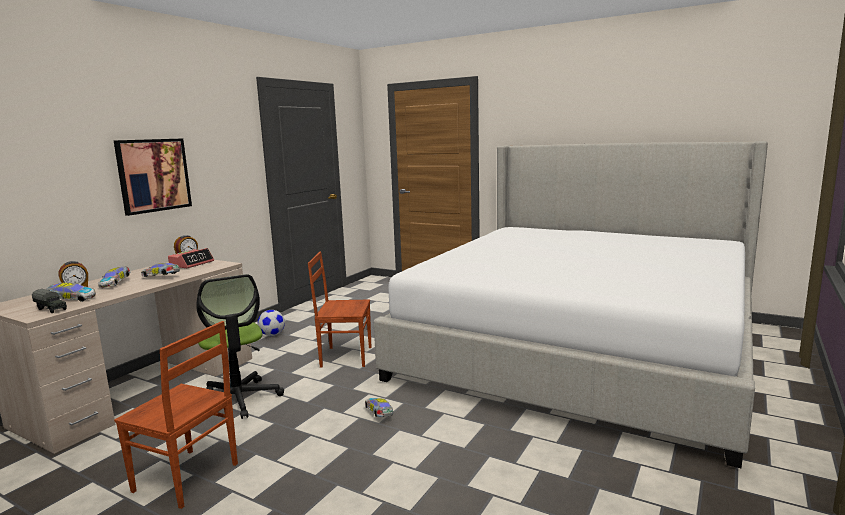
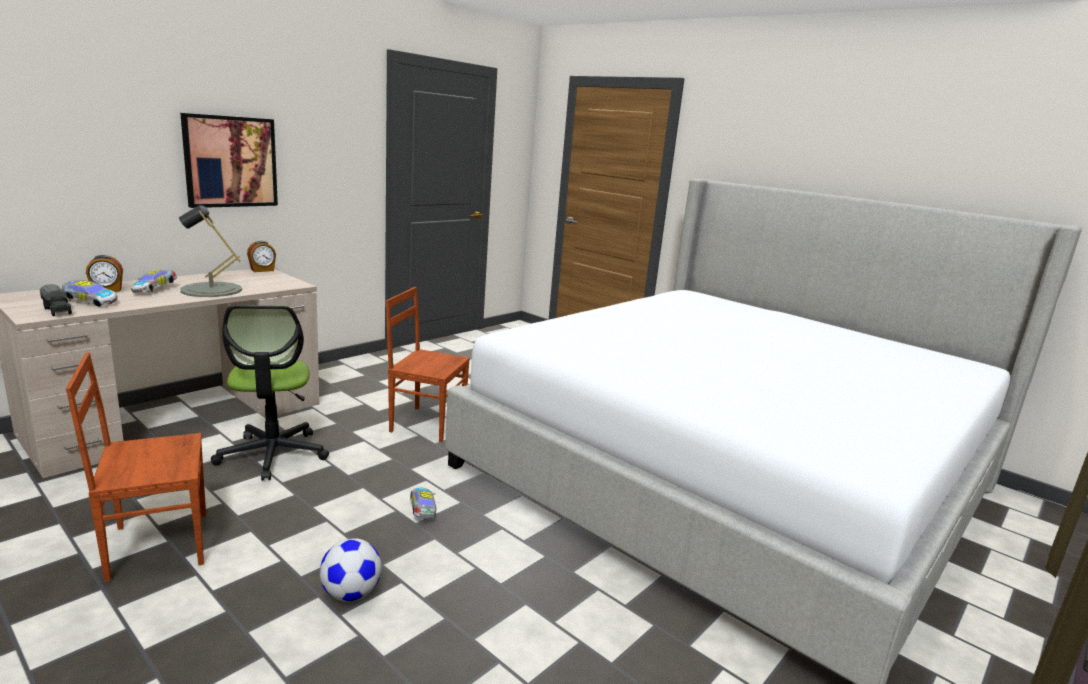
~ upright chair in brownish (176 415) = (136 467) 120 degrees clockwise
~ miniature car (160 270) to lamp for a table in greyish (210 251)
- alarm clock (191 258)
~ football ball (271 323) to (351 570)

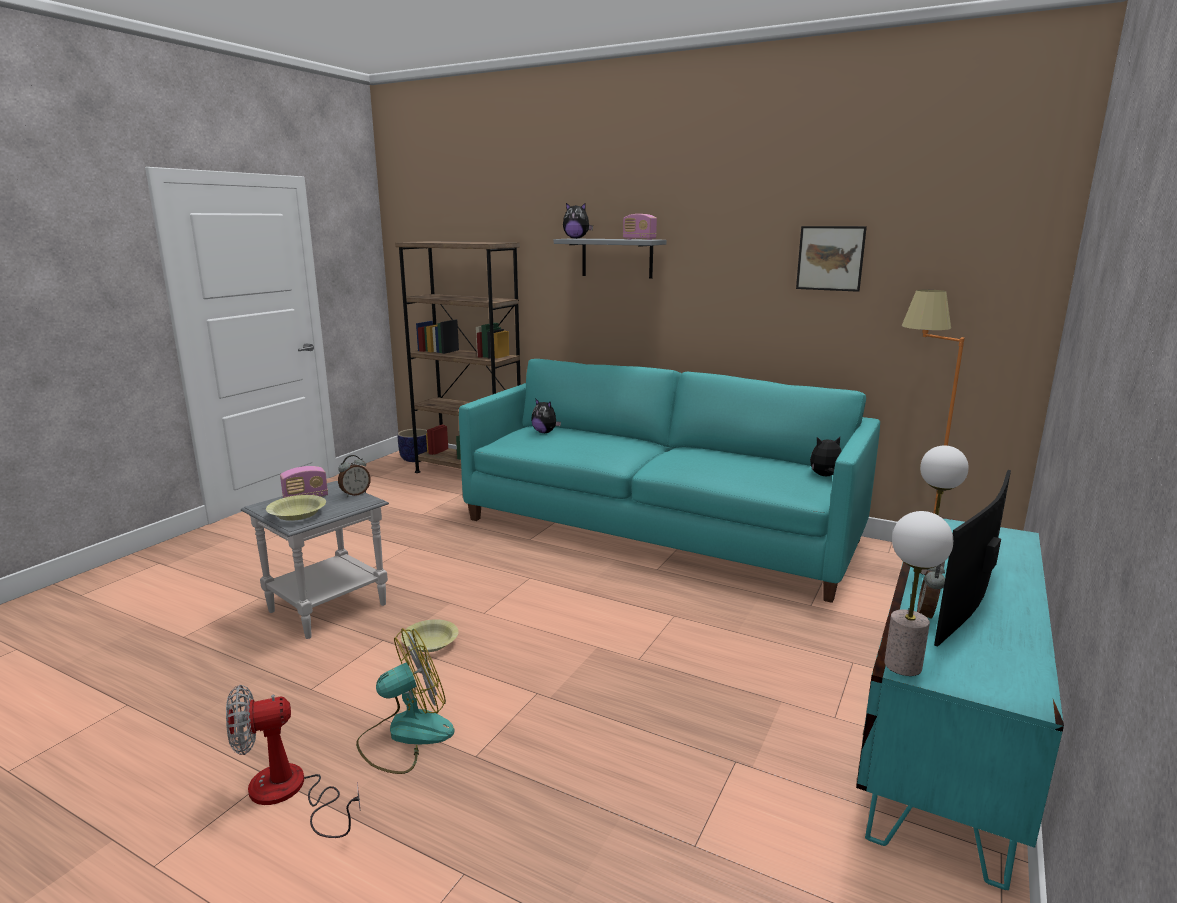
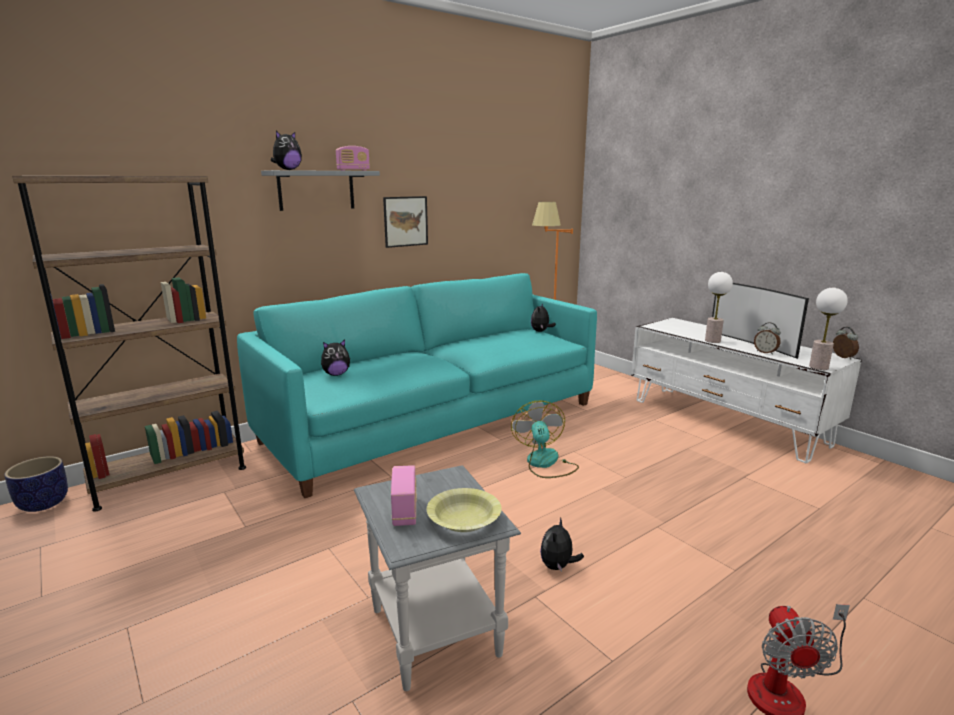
~ alarm clock (354 476) to (846 343)
~ fan (405 701) to (545 439)
~ serving bowl in yellow-coloured (430 635) to soft toy (562 544)
~ wall picture (831 259) to (405 222)
~ media console in turquoise-coloured (960 703) to media console in white (746 390)

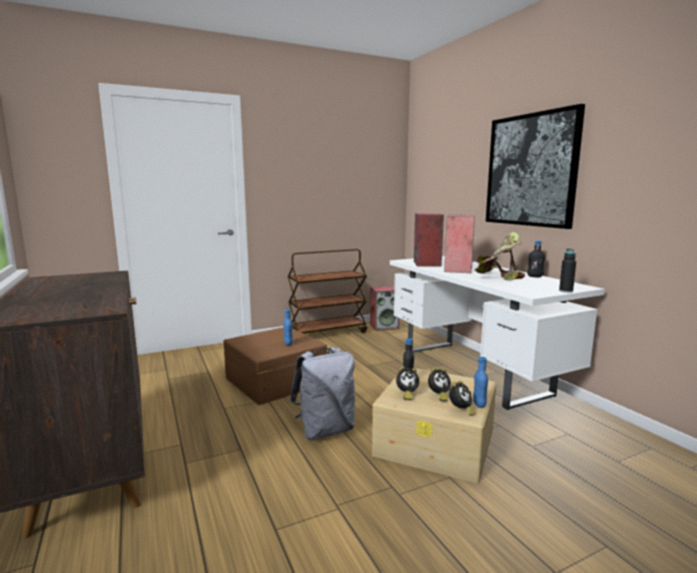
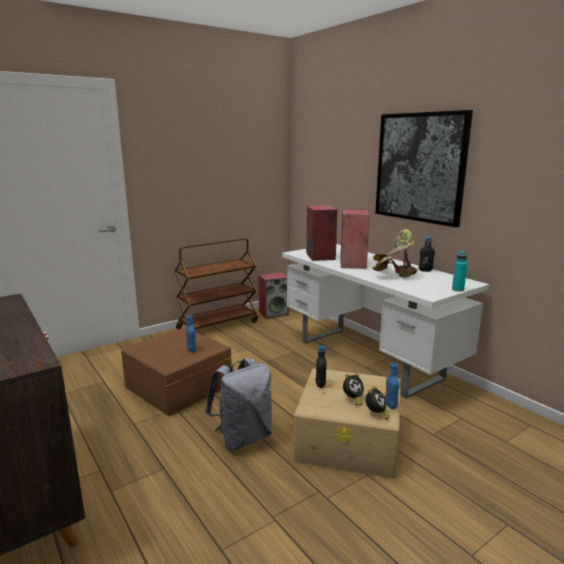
- alarm clock (407 383)
~ drink bottle in black (567 271) to drink bottle in turquoise-coloured (459 271)

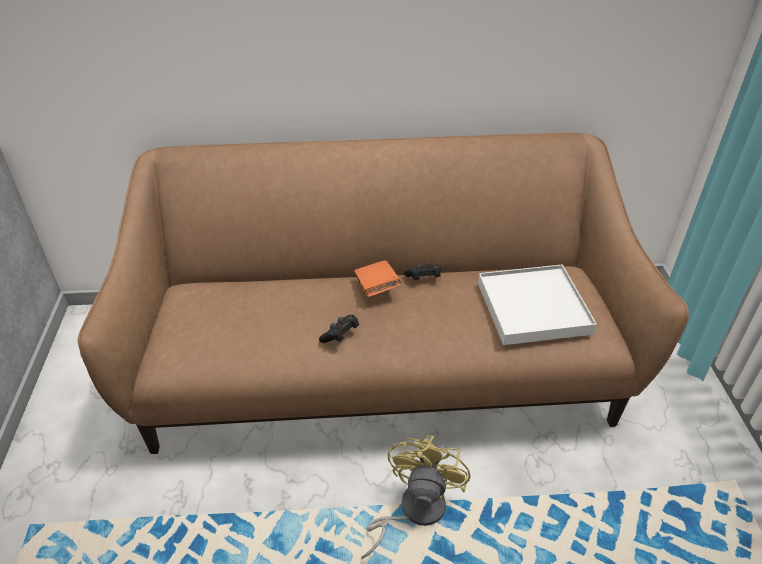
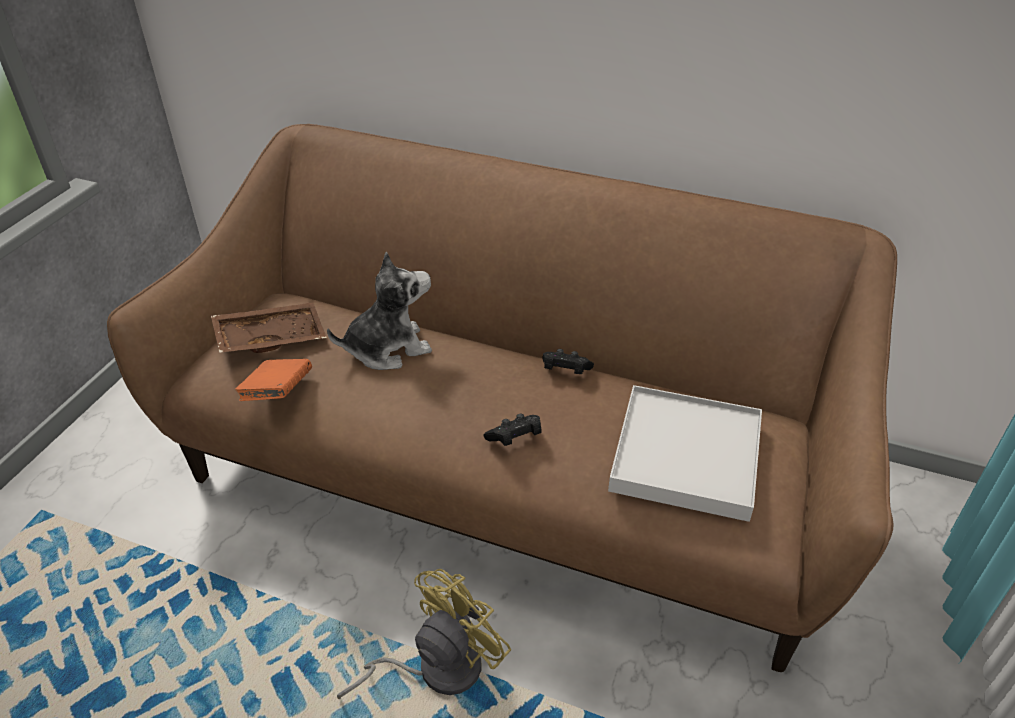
~ gamepad in black (339 329) to (513 430)
~ book in orange-coloured (378 278) to (273 380)
+ carrying tray in brownish (269 327)
+ soft toy (379 311)

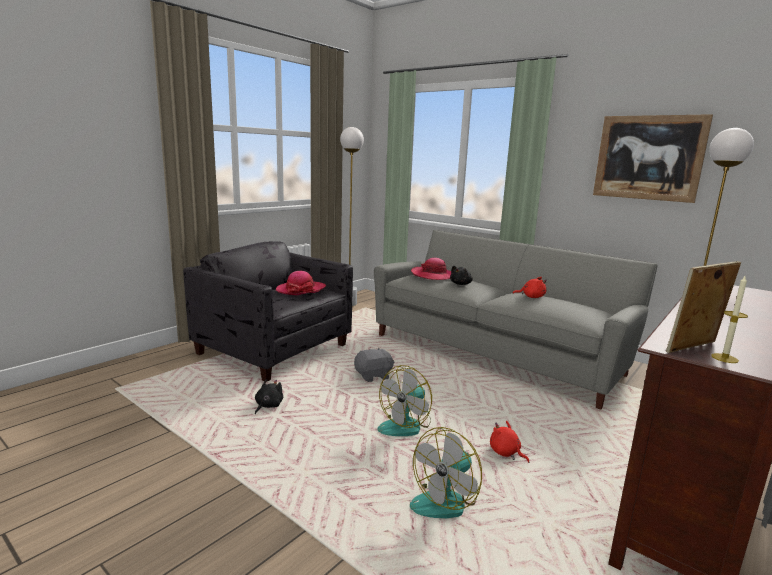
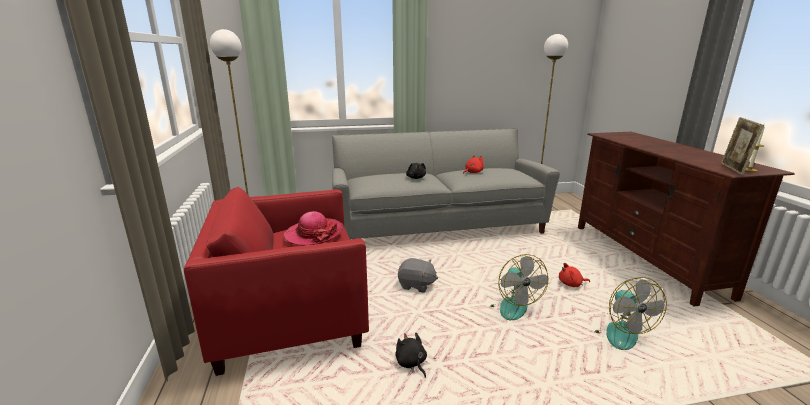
~ easy chair in greyish (268 311) to easy chair in red-coloured (276 281)
~ soft toy in greyish (374 364) = (418 275) 90 degrees clockwise
- clothing hat (431 269)
- wall picture (653 158)

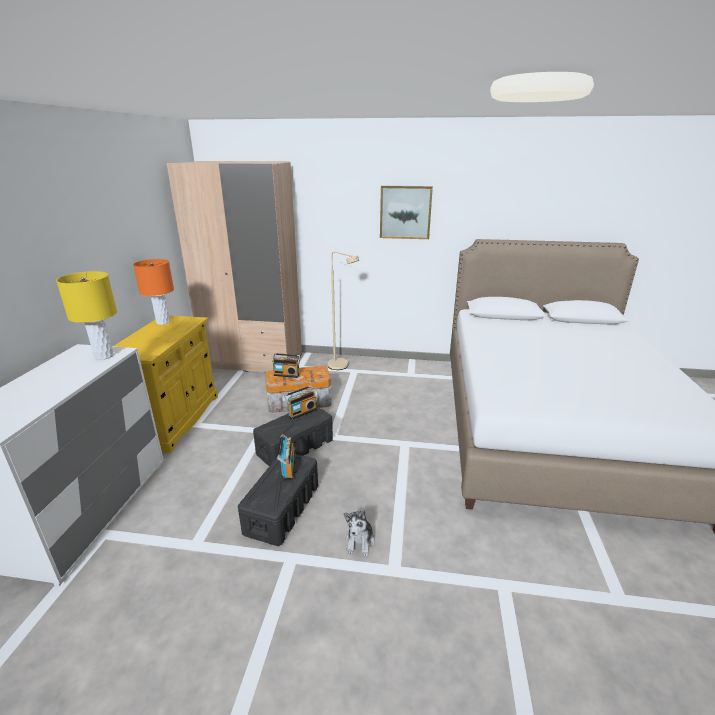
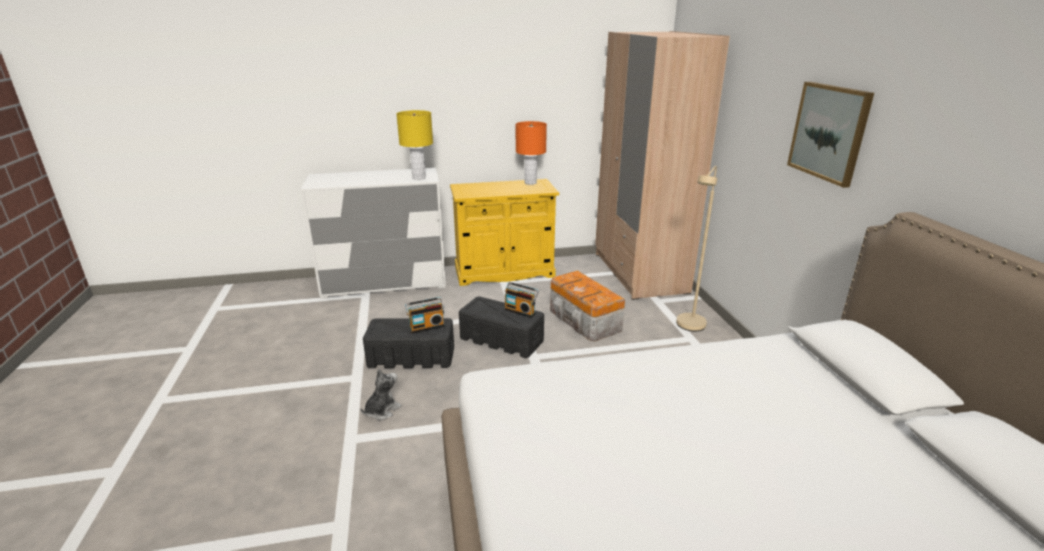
- radio (286 365)
~ soft toy (359 533) = (380 394) 135 degrees clockwise

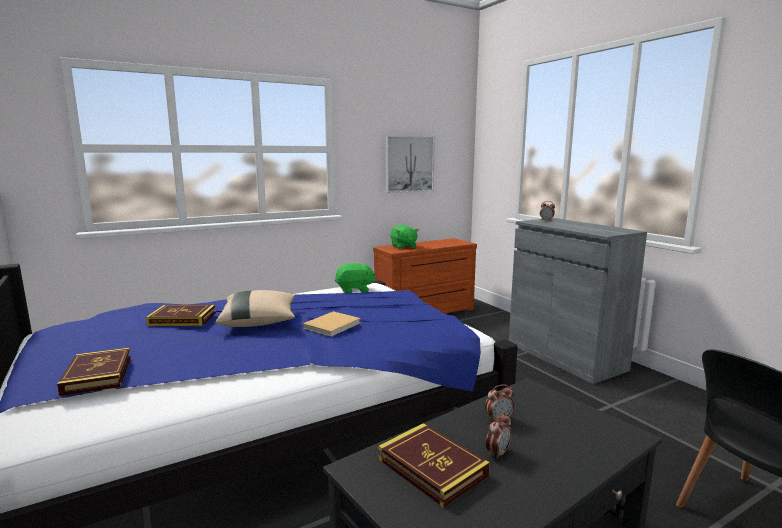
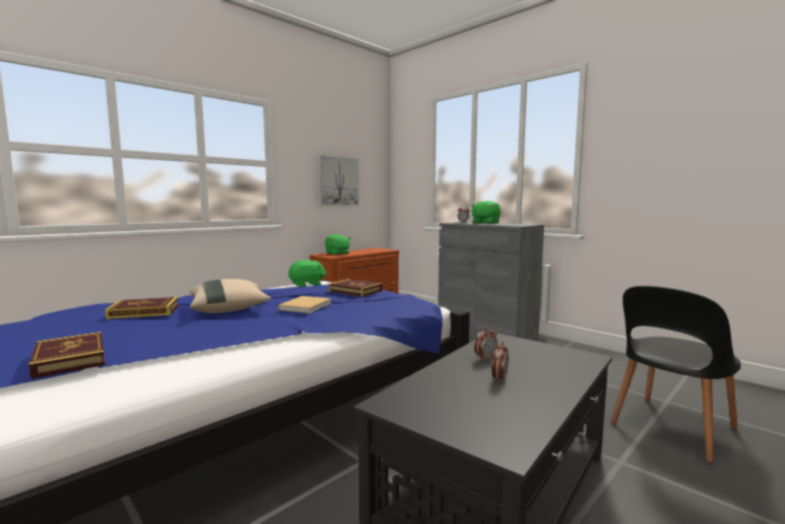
~ book (434 465) to (355 288)
+ soft toy in green-coloured (486 212)

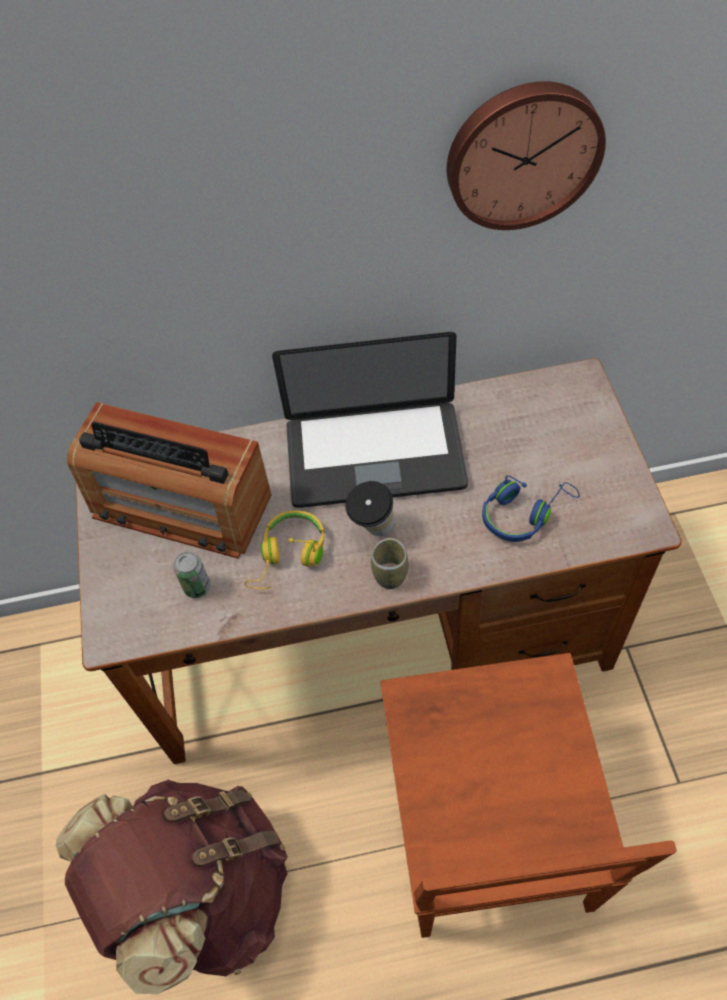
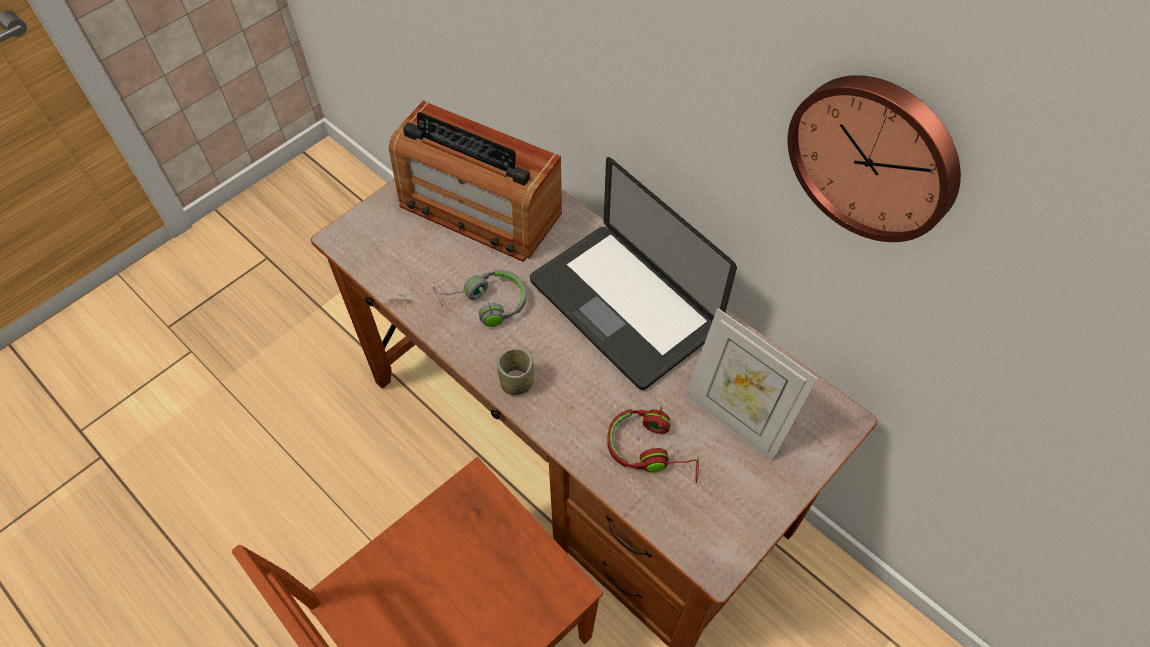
- backpack in brownish (172 887)
~ radio (169 480) = (475 181) 45 degrees counterclockwise
- sealed can (192 575)
~ headphones in yellow-coloured (285 550) to headphones in greyish (480 298)
- small cup (370 508)
~ headphones in bluish (530 508) to headphones in red-coloured (653 445)
+ photo frame (752 384)

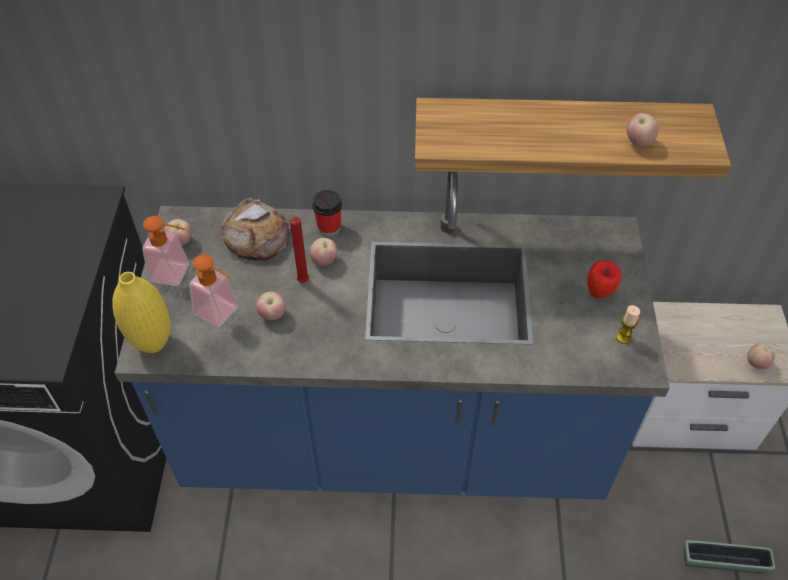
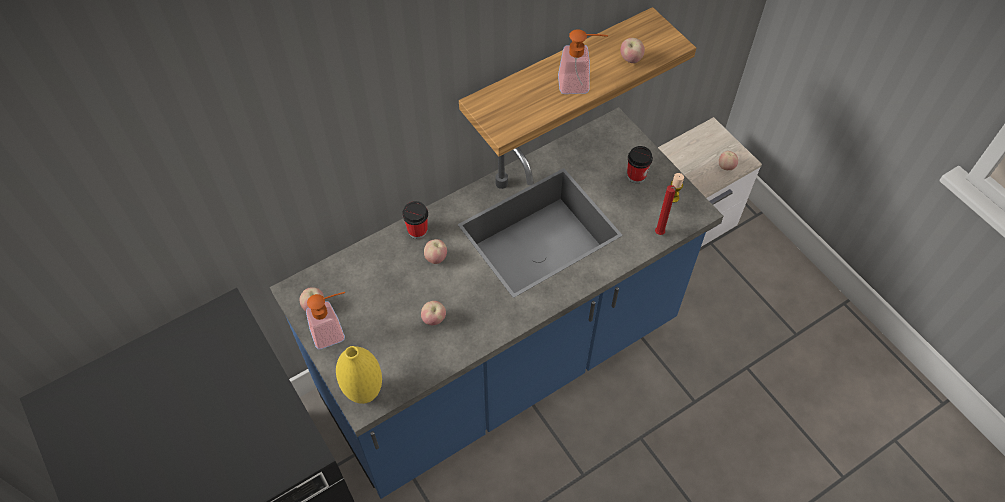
~ soap dispenser (213 290) to (583 61)
- baked bread (255 229)
~ wax candle in red-coloured (298 250) to (665 210)
~ whole apple (604 279) to small cup (640 164)
- flower pot (729 556)

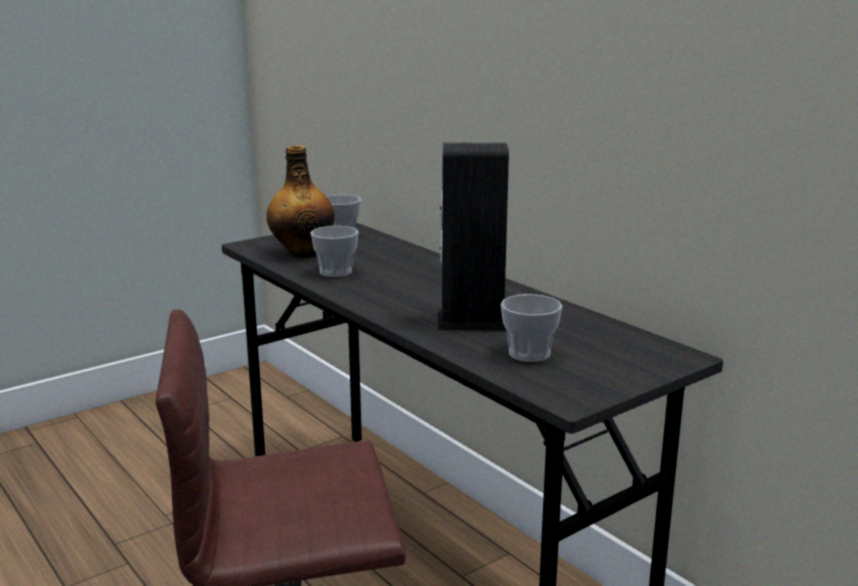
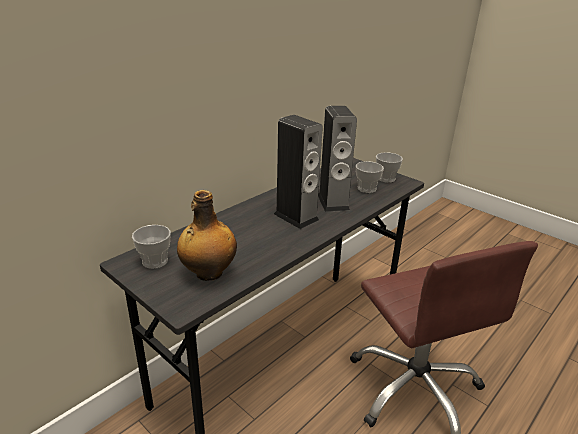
~ small cup (335 251) to (389 167)
+ loudspeaker (298 172)

